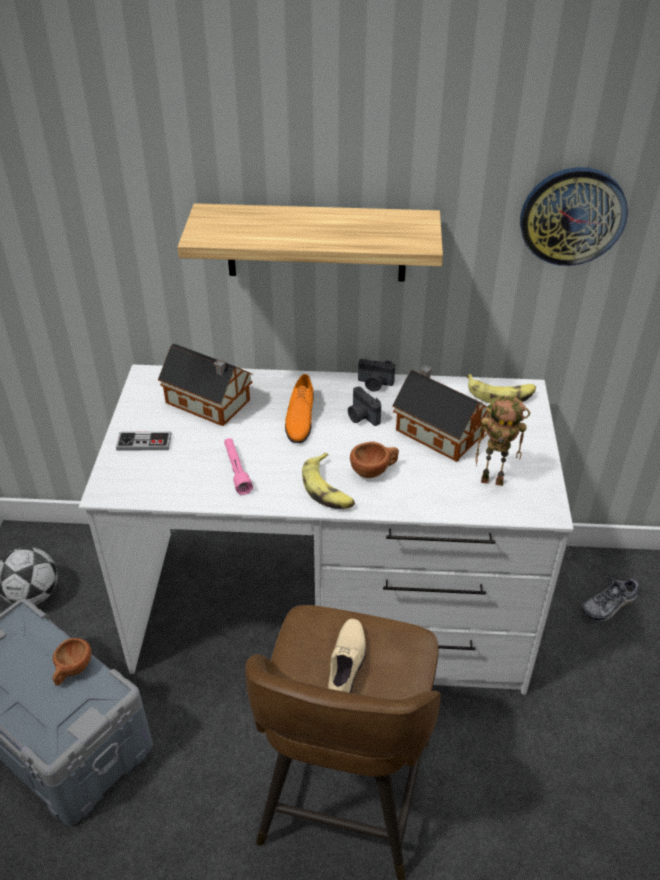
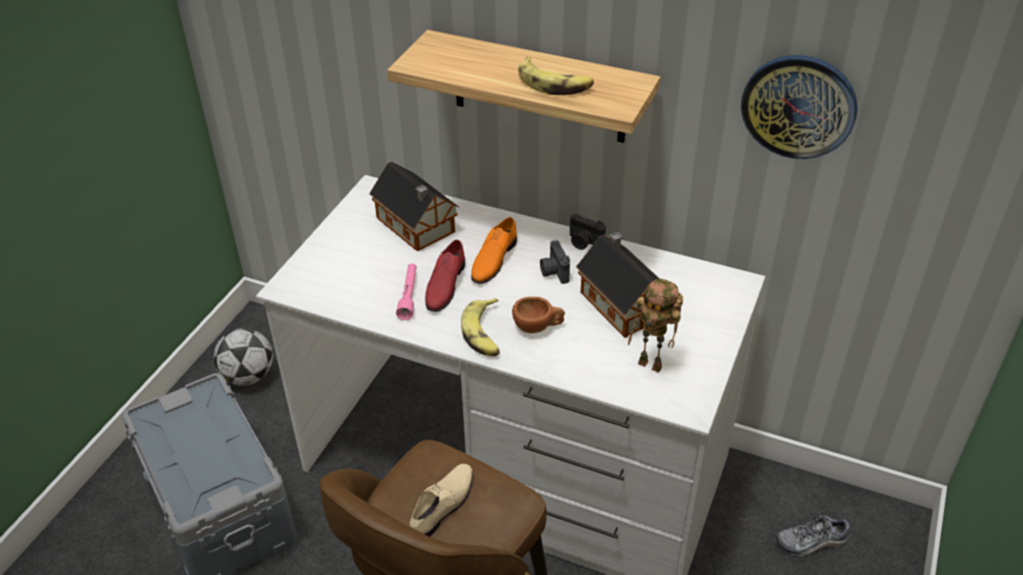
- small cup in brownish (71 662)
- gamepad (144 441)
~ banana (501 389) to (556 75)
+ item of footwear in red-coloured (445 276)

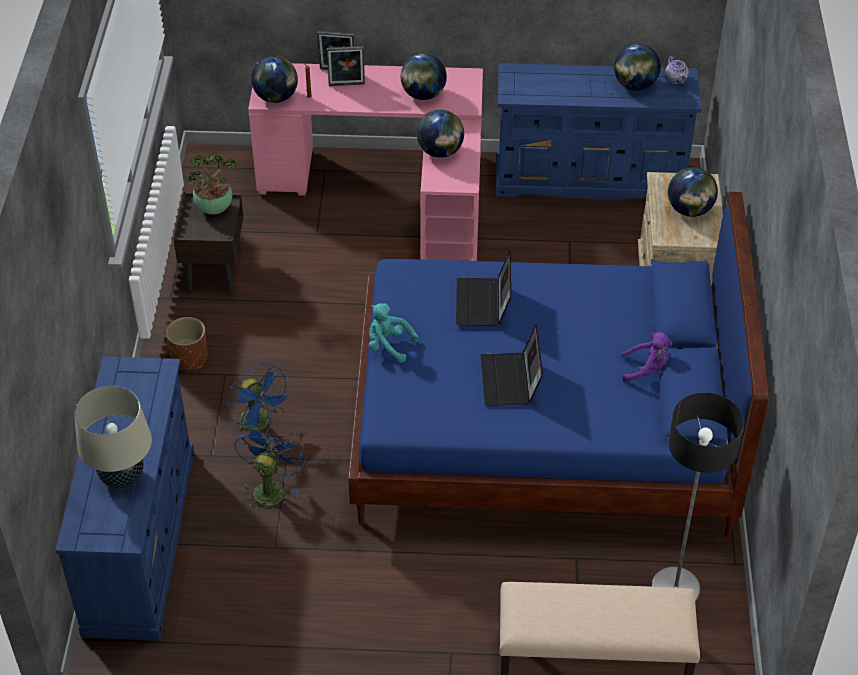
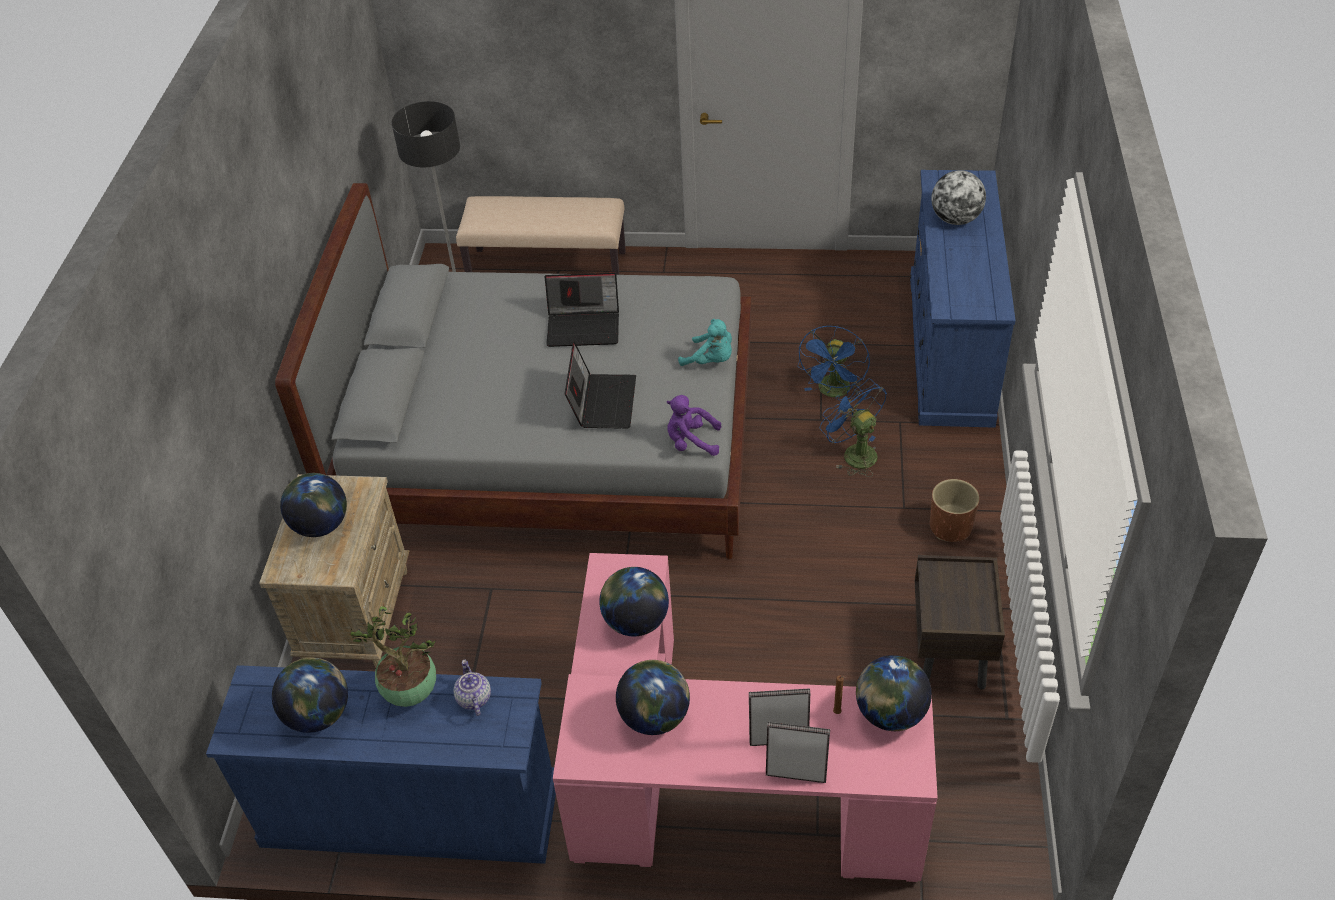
~ lamp for a table in beige-coloured (113 437) to globe (958 197)
~ plant in a pot (211 183) to (393 656)
~ bed in bluish (558 365) to bed in greyish (513 371)
~ portable computer (511 365) = (581 309) 90 degrees clockwise
~ soft toy in purple-coloured (647 357) to (694 425)
~ pot for tea (677 70) to (472 688)

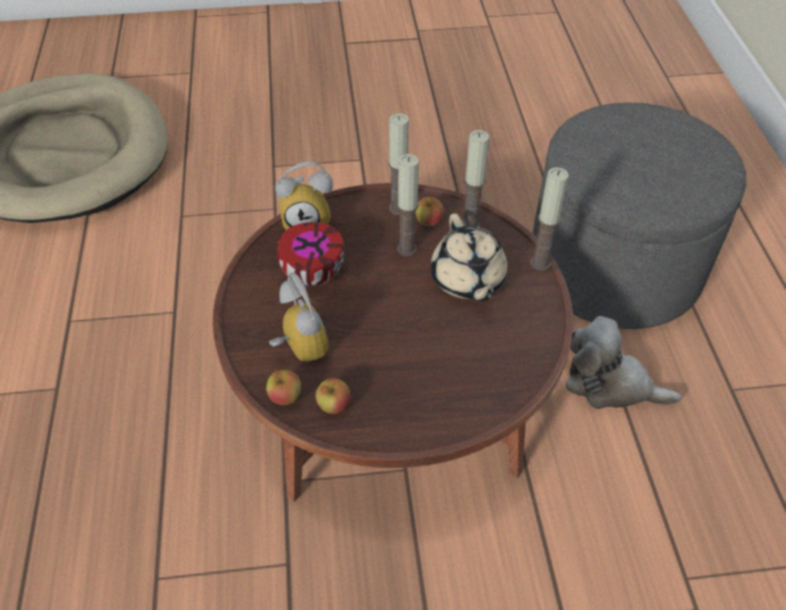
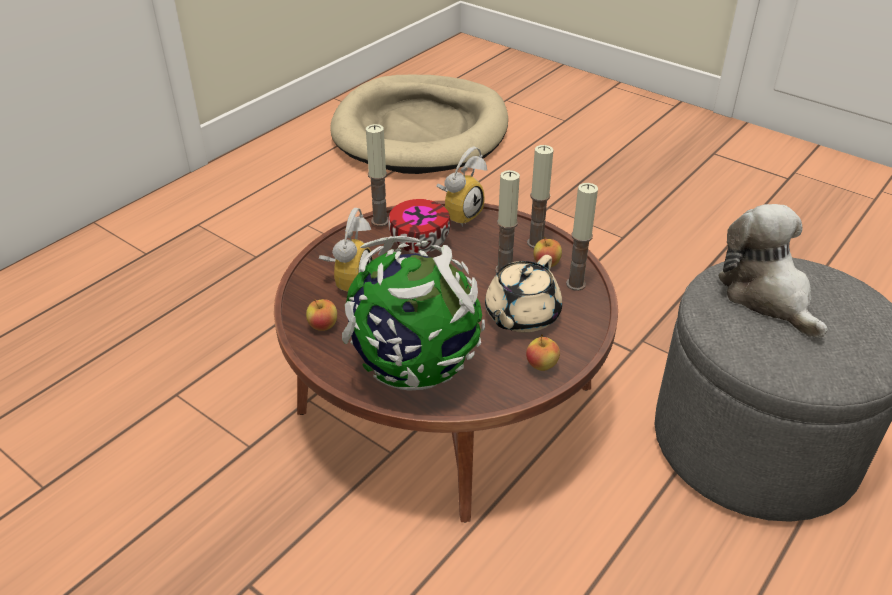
~ whole apple (283 387) to (543 352)
~ alarm clock (304 195) = (461 187) 90 degrees counterclockwise
~ wax candle (549 219) to (377 175)
~ soft toy (624 362) to (773 271)
+ globe (413 313)

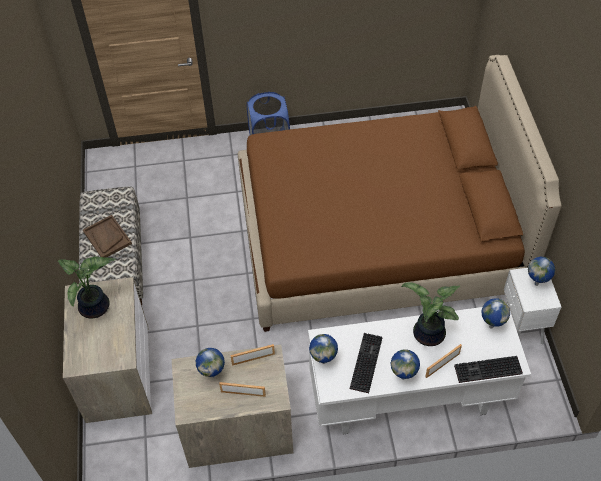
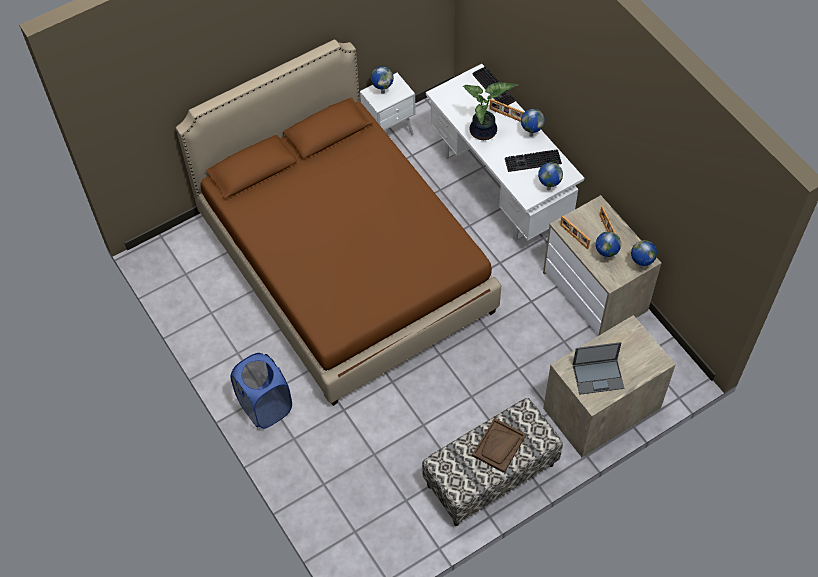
~ plant in a pot (87 287) to portable computer (598 368)
~ globe (495 313) to (644 254)

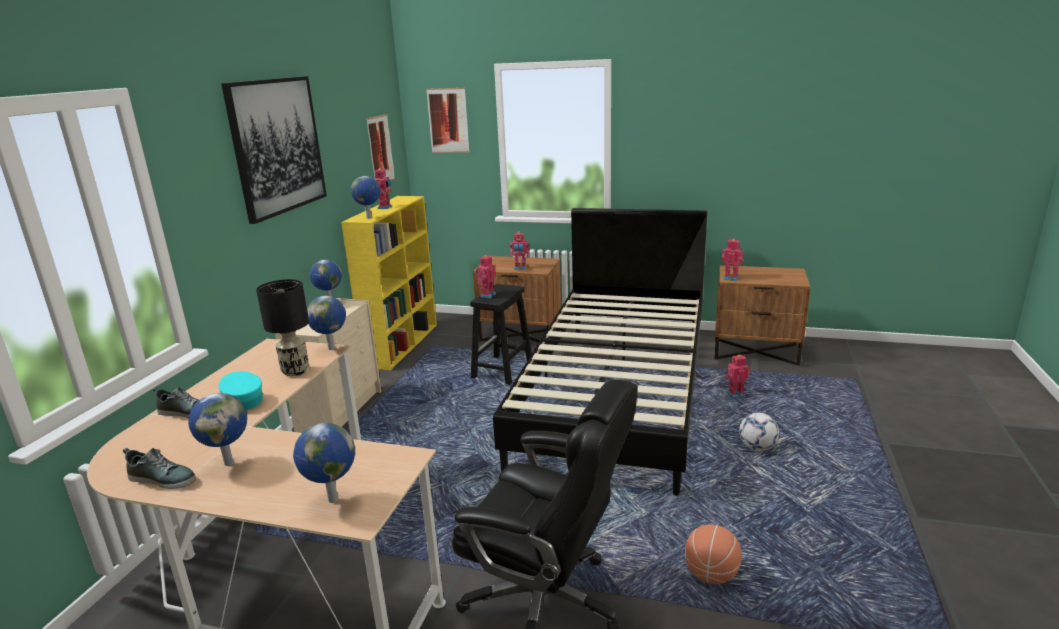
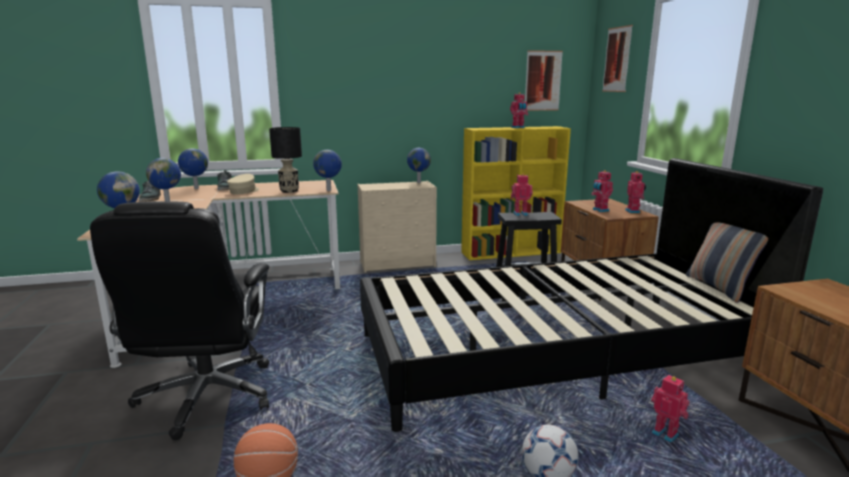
~ cap in turquoise-coloured (241 390) to cap in beige-coloured (243 184)
- wall picture (274 150)
~ globe (365 197) to (193 168)
~ toy robot (732 260) to (635 192)
+ cushion (727 262)

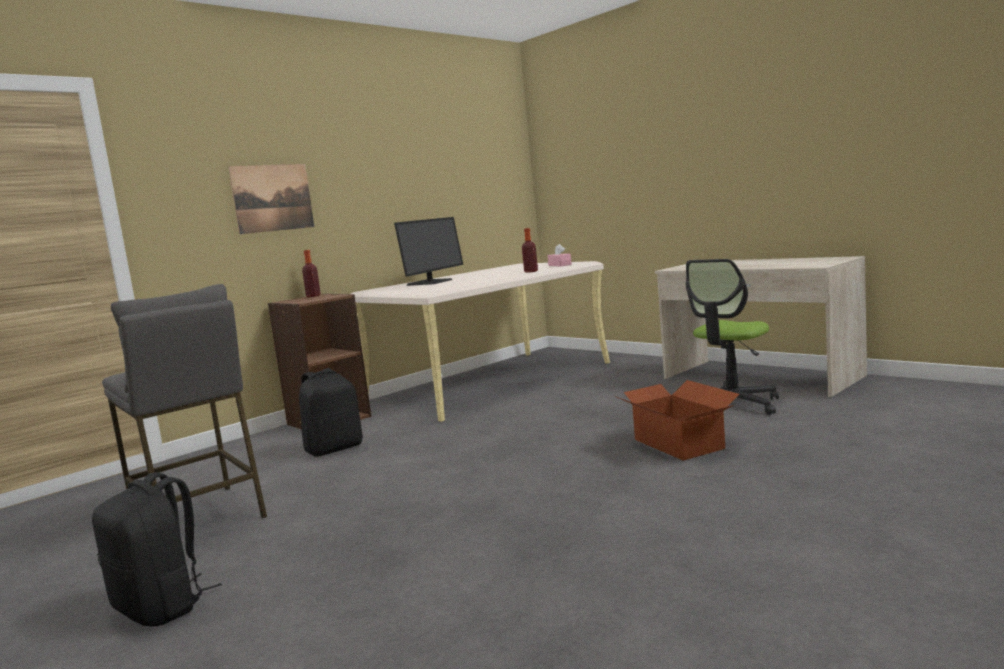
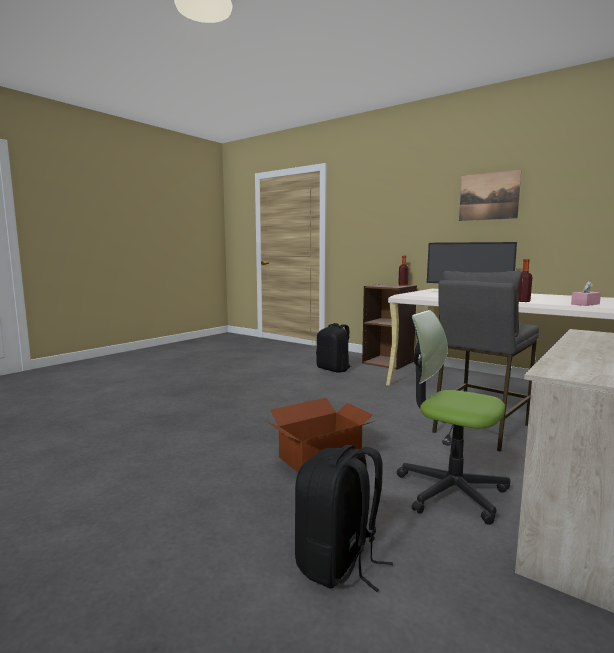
~ backpack in black (157 549) to (344 518)
~ stool in greyish (184 401) to (485 361)
~ wall picture (271 199) to (490 195)

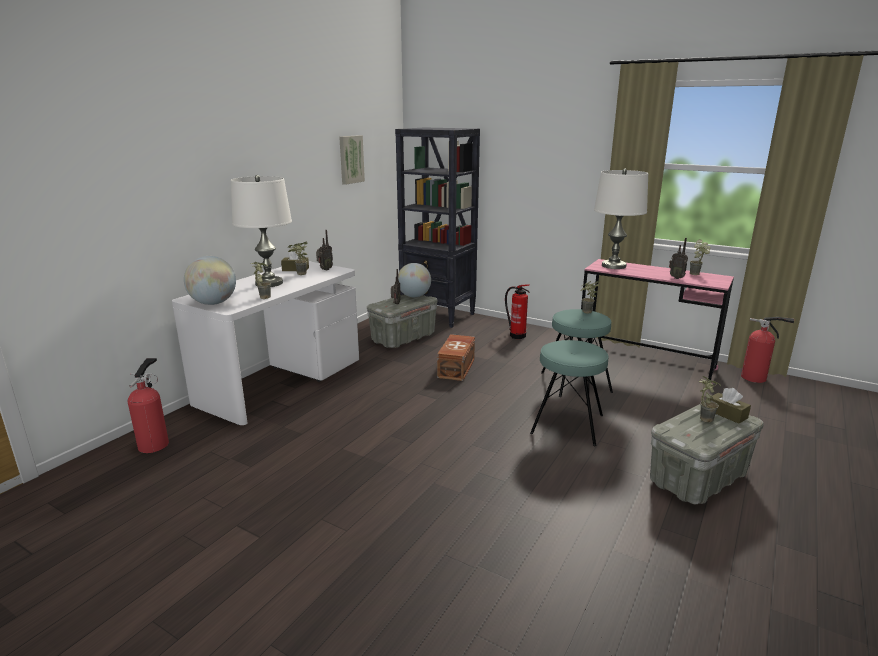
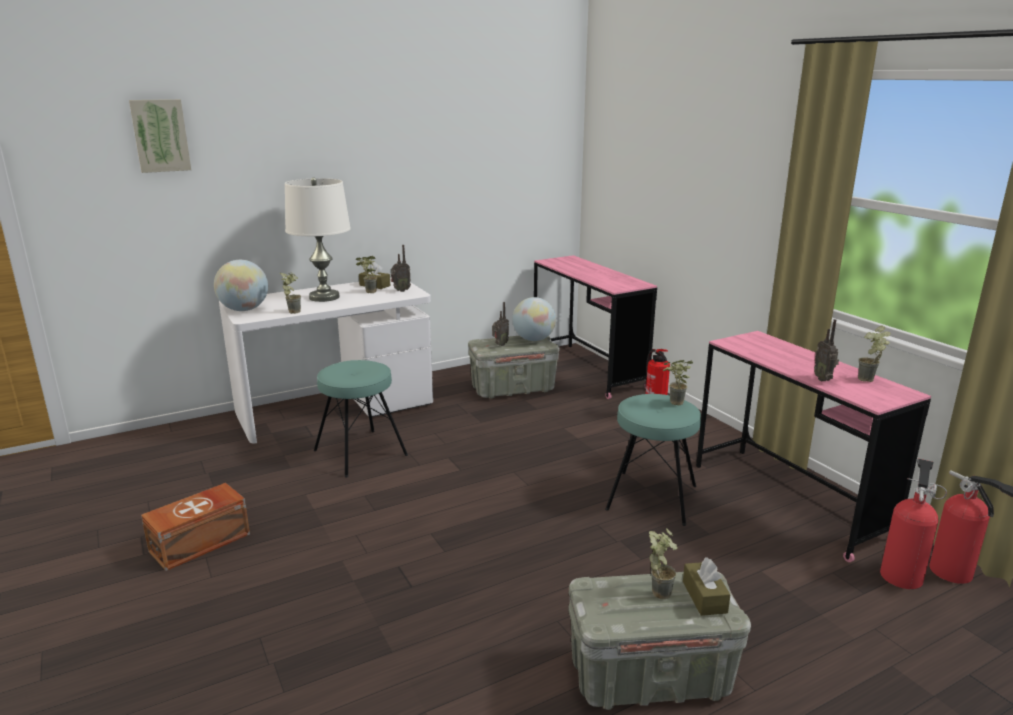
~ extinguisher (148 405) to (913 524)
~ wall picture (352 160) to (160 136)
~ bookshelf in black (437 227) to desk in pink-coloured (595 327)
~ storage container in brownish (456 357) to (195 527)
~ stool in turquoise-coloured (569 393) to (361 419)
- lamp for a table in white (621 219)

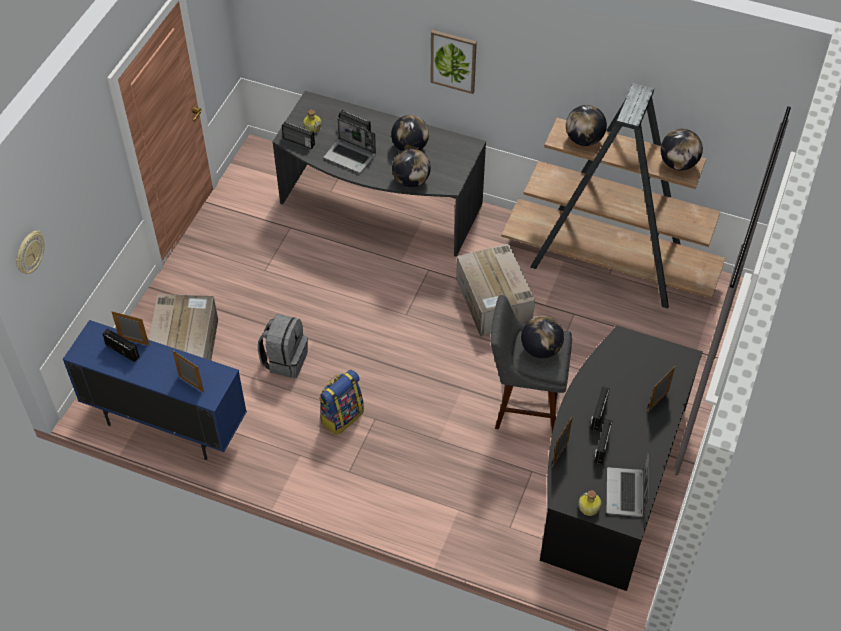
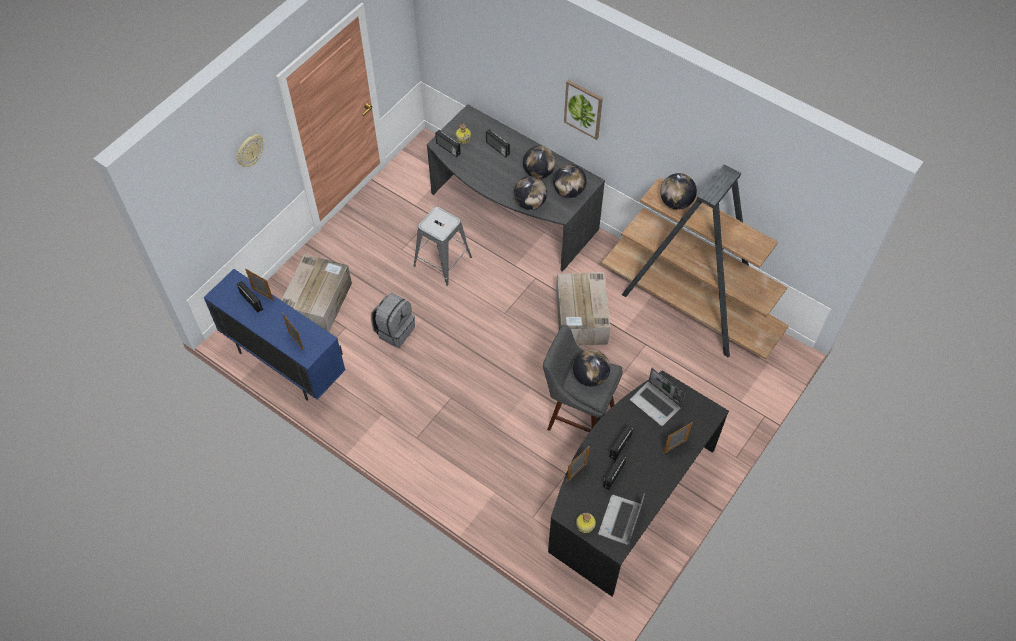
~ hanging clock (30 252) to (250 150)
- backpack (341 402)
~ portable computer (350 145) to (657 397)
~ globe (681 149) to (570 181)
+ stool in greyish (442 246)

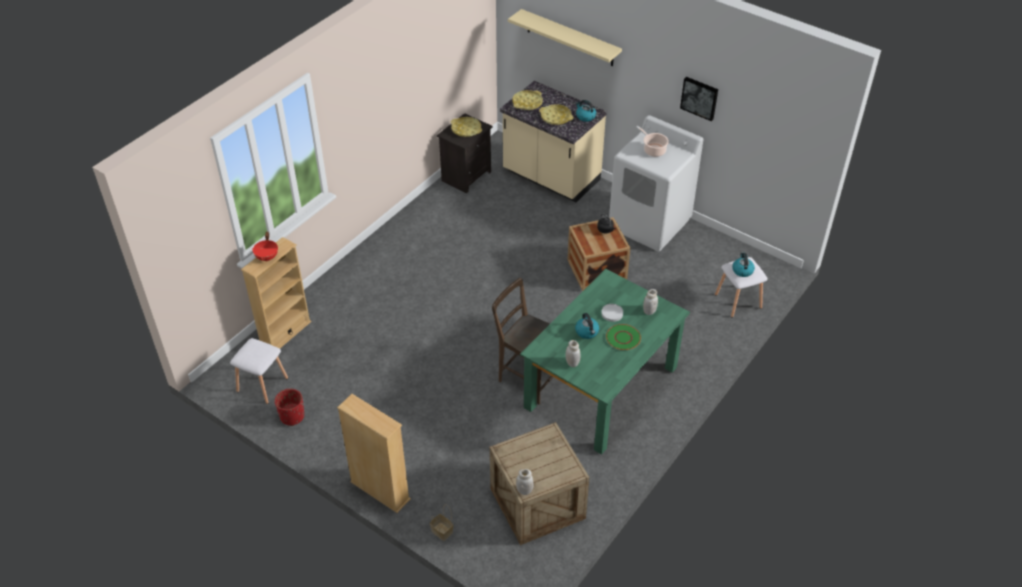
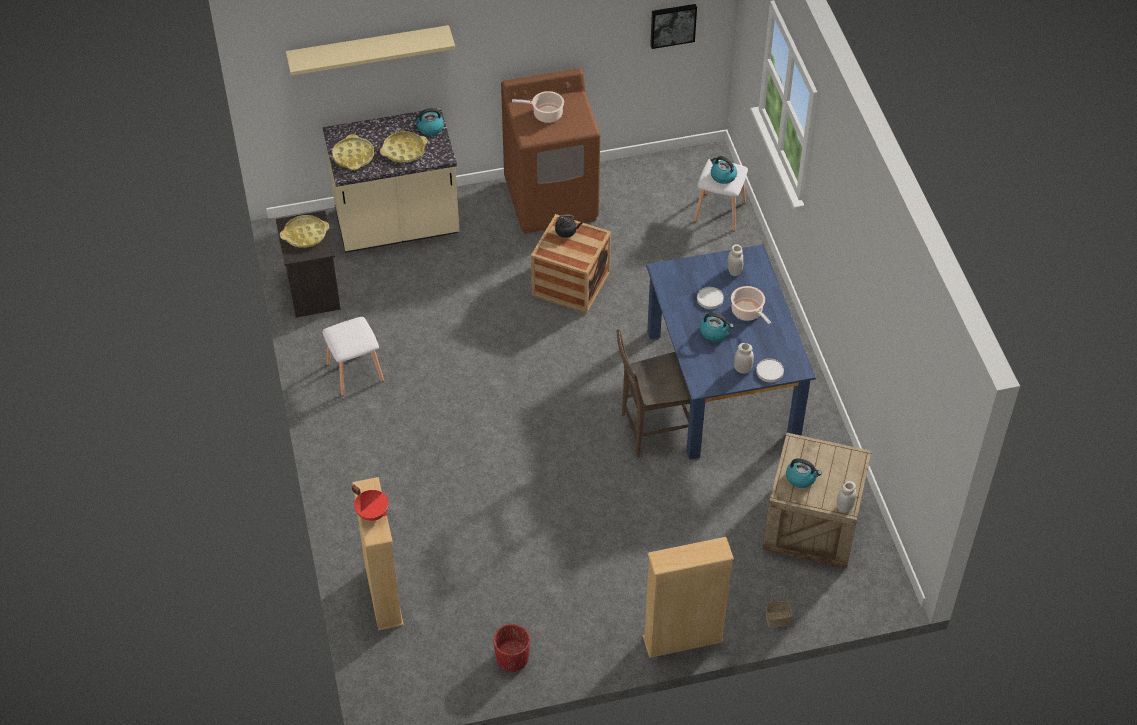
~ stool in white (259 371) to (353 356)
~ kitchen table in green-coloured (605 362) to kitchen table in bluish (731 352)
~ flat dish in green-coloured (623 337) to cooking pot (751 305)
~ laundry machine in white (656 183) to laundry machine in brownish (550 150)
~ wall picture (699 99) to (673 26)
+ flat dish in white (770 370)
+ kettle (804 473)

